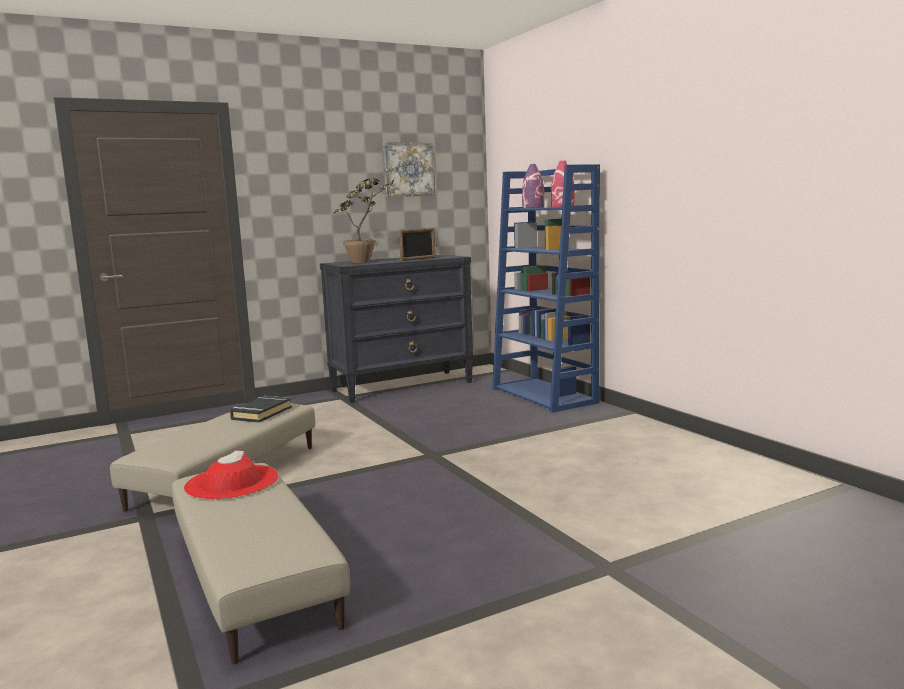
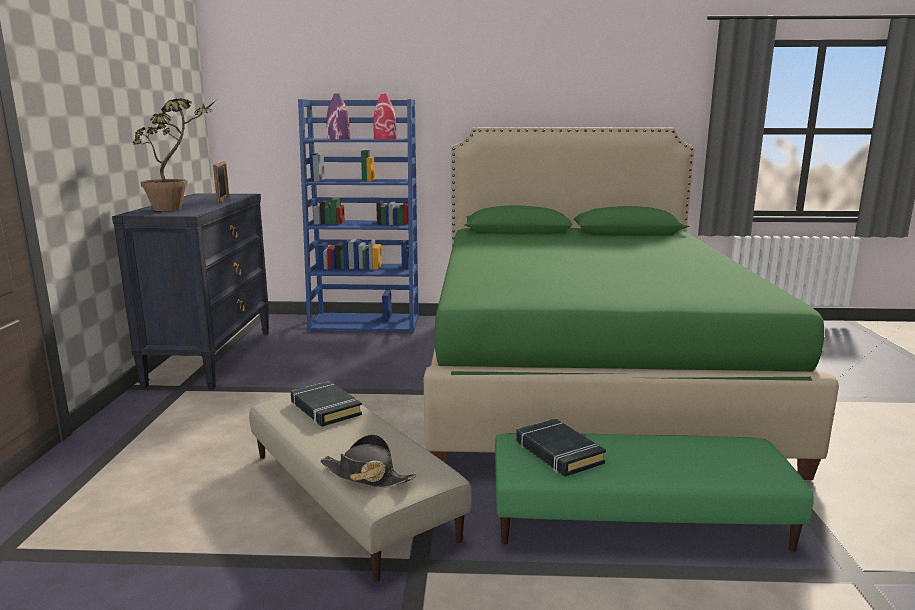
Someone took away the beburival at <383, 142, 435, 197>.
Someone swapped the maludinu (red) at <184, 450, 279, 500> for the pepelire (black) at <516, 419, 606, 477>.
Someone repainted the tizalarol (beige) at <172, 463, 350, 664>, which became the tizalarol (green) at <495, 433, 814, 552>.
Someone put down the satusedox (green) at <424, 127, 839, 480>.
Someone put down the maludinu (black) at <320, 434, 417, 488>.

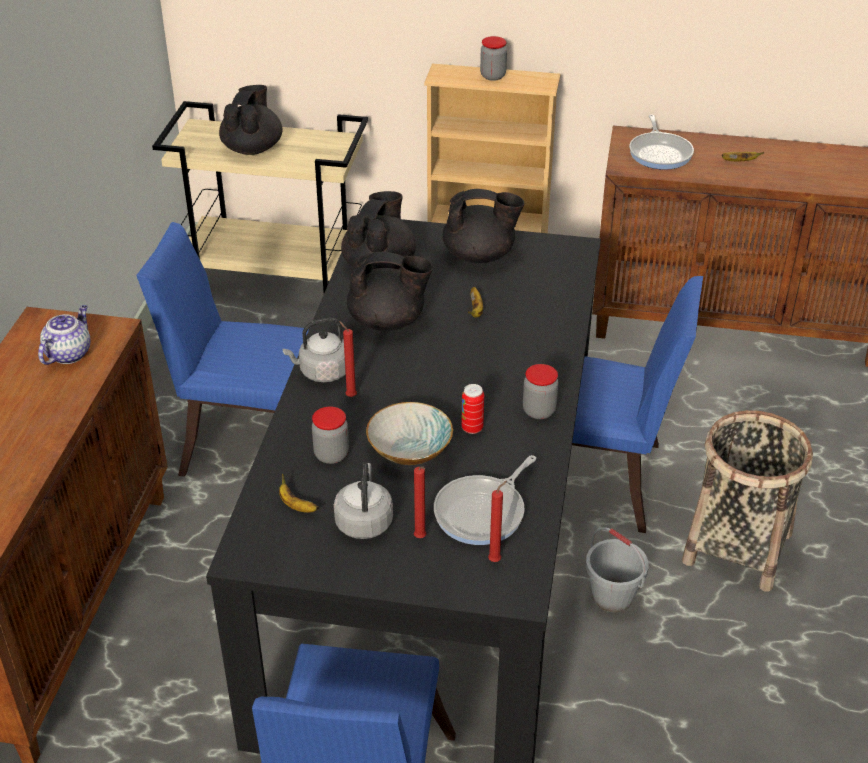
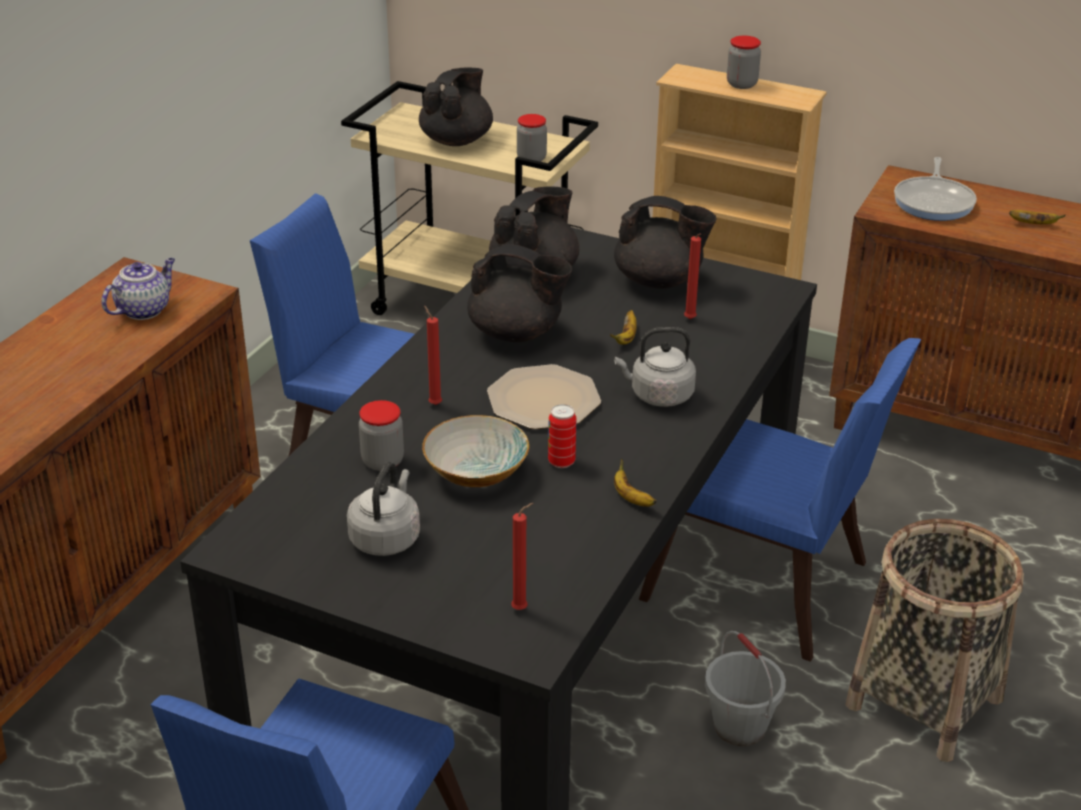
Someone carried the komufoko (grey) from <283, 318, 346, 382> to <614, 327, 696, 407>.
Someone carried the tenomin from <523, 364, 559, 419> to <517, 114, 547, 162>.
Someone took away the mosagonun at <434, 455, 536, 545>.
Someone carried the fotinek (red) from <414, 466, 426, 538> to <684, 234, 701, 319>.
Someone carried the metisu from <279, 474, 319, 513> to <614, 459, 657, 507>.
Someone put down the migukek at <487, 364, 601, 429>.

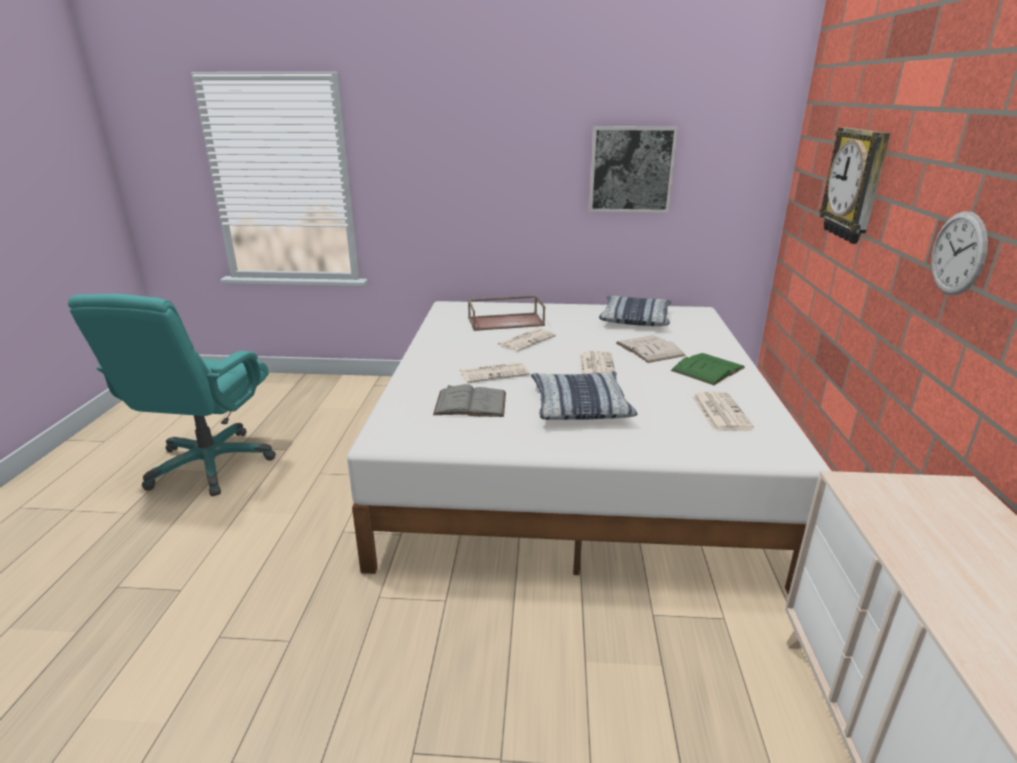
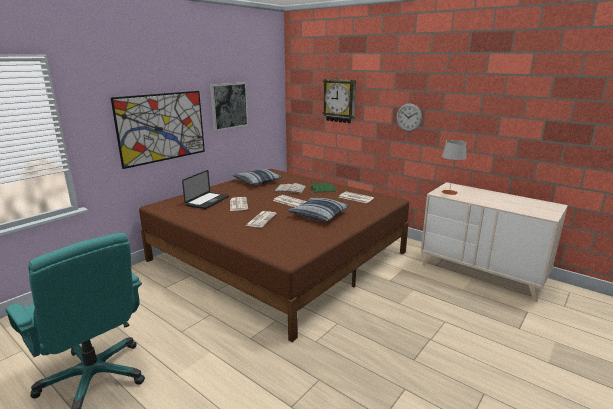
Someone swapped the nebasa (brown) at <468, 295, 545, 331> for the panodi at <182, 170, 229, 209>.
Someone repainted the satusedox (white) at <347, 301, 831, 594>, which became the satusedox (brown) at <139, 169, 409, 342>.
Someone took away the pepelire (grey) at <433, 384, 506, 417>.
Someone put up the beburival at <111, 91, 205, 169>.
Someone put down the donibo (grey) at <442, 140, 466, 195>.

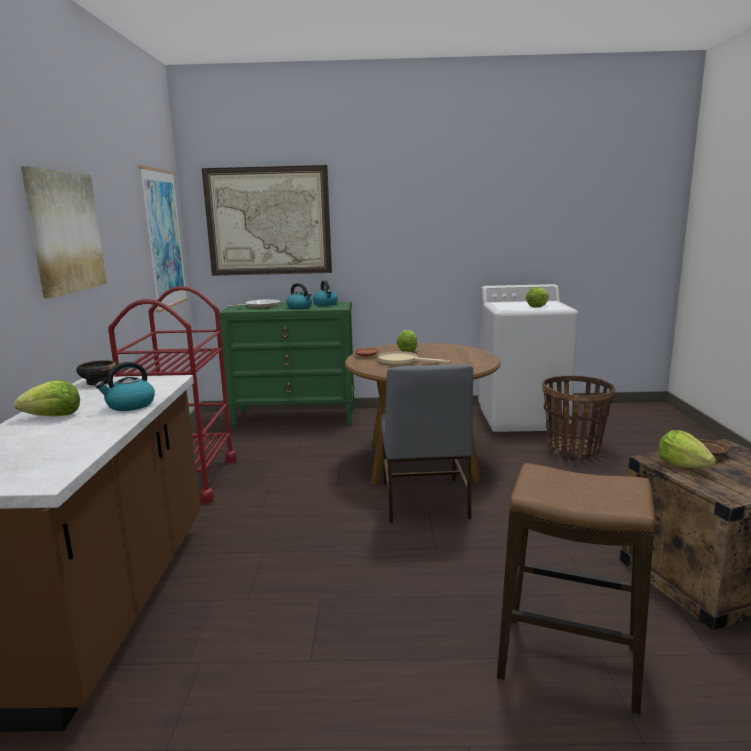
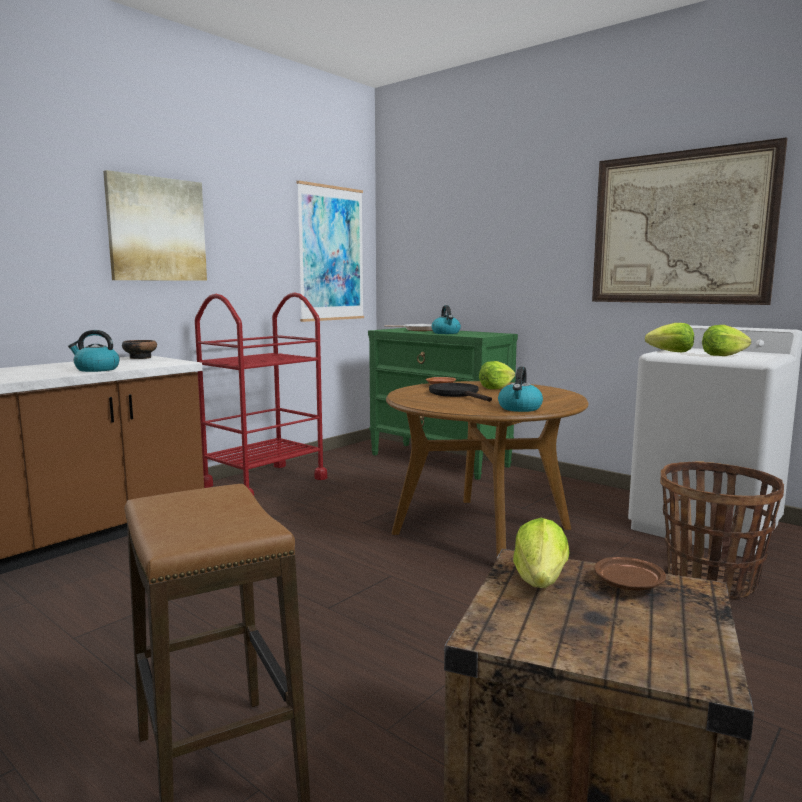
Someone carried the beburival from <202, 165, 332, 276> to <592, 137, 787, 305>.
Someone carried the komufoko from <313, 280, 338, 306> to <498, 367, 543, 412>.
Someone repainted the mosagonun (beige) at <378, 351, 450, 365>, which became the mosagonun (black) at <429, 383, 492, 402>.
Someone took away the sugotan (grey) at <381, 364, 473, 523>.
Someone carried the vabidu from <14, 380, 80, 417> to <645, 323, 694, 352>.

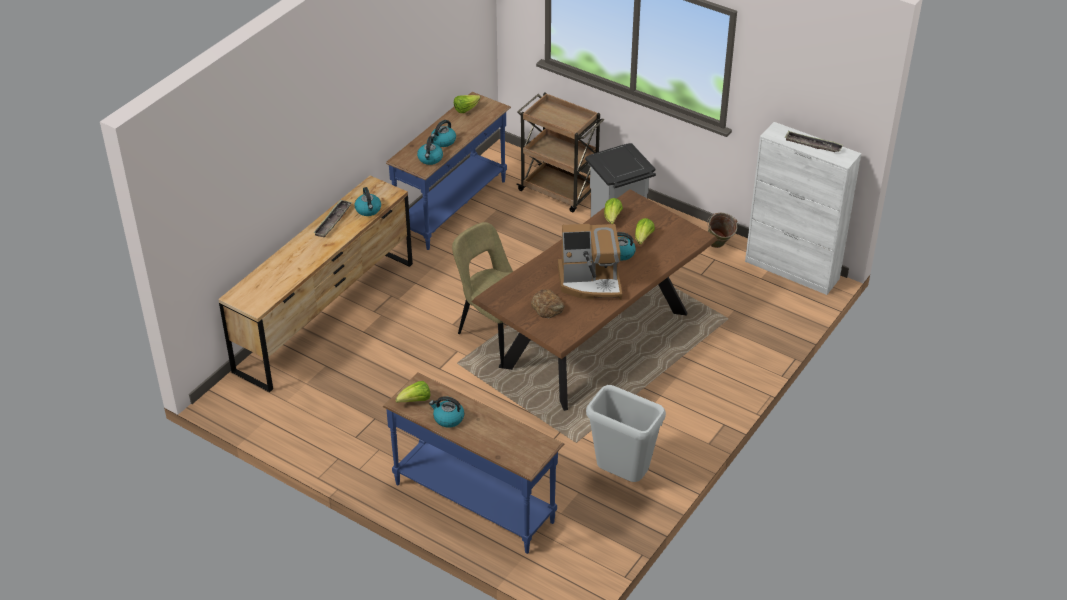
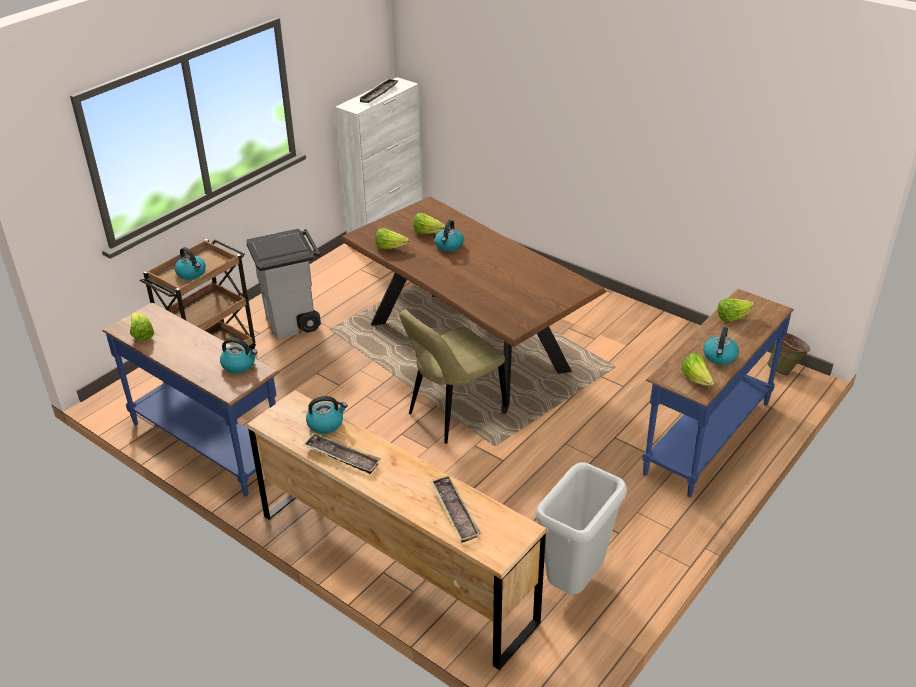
Someone carried the komufoko from <431, 120, 456, 147> to <175, 247, 206, 280>.
Someone carried the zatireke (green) from <707, 213, 737, 248> to <767, 333, 810, 376>.
Someone took away the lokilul at <558, 224, 622, 300>.
Someone took away the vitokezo at <531, 289, 565, 318>.
Someone carried the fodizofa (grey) from <586, 385, 666, 482> to <536, 462, 627, 594>.
Someone put down the vabidu at <717, 299, 754, 322>.
Someone put down the nebasa at <430, 475, 481, 543>.

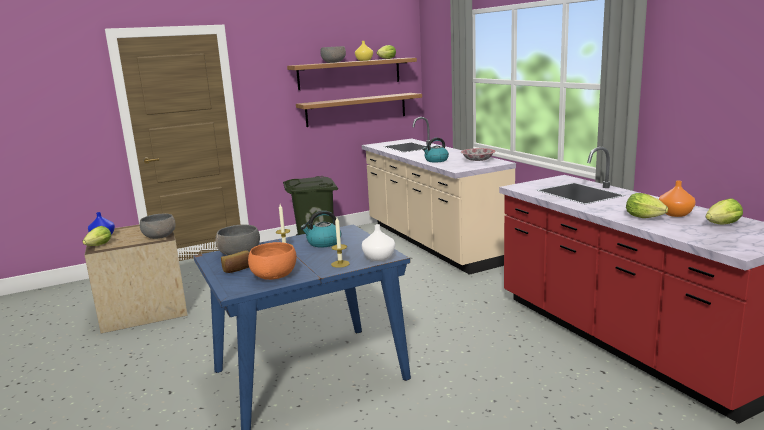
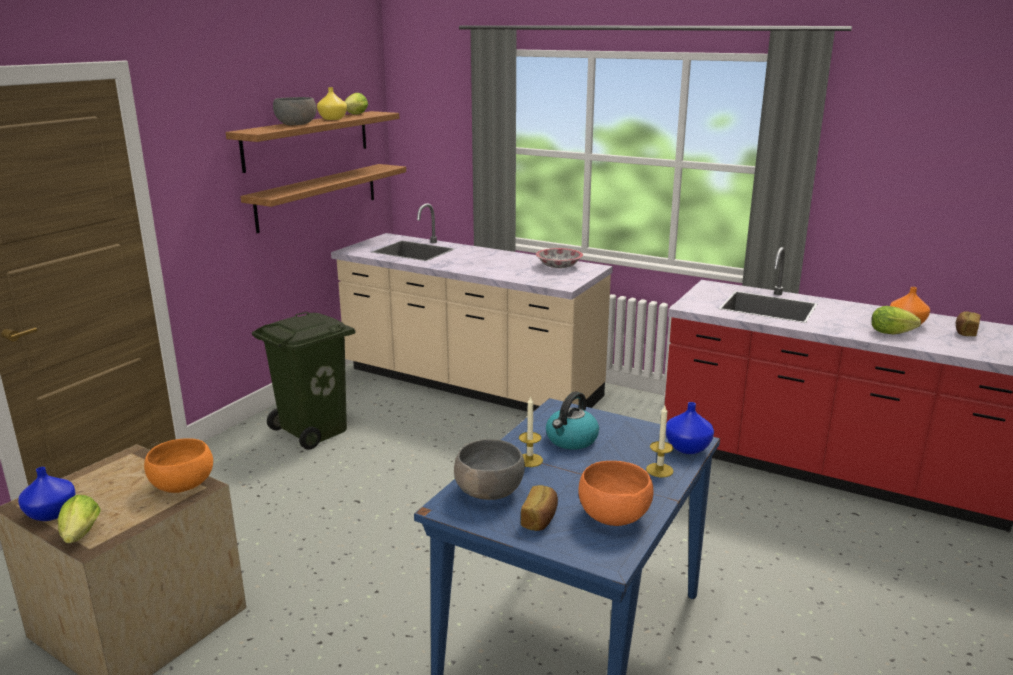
Someone took away the komufoko at <423, 138, 449, 162>.
Someone swapped the vabidu at <706, 198, 743, 224> for the vitokezo at <956, 312, 981, 336>.
Someone repainted the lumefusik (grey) at <140, 214, 175, 239>, which became the lumefusik (orange) at <144, 438, 213, 493>.
Someone repainted the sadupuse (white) at <362, 224, 395, 261>, which became the sadupuse (blue) at <666, 402, 714, 454>.

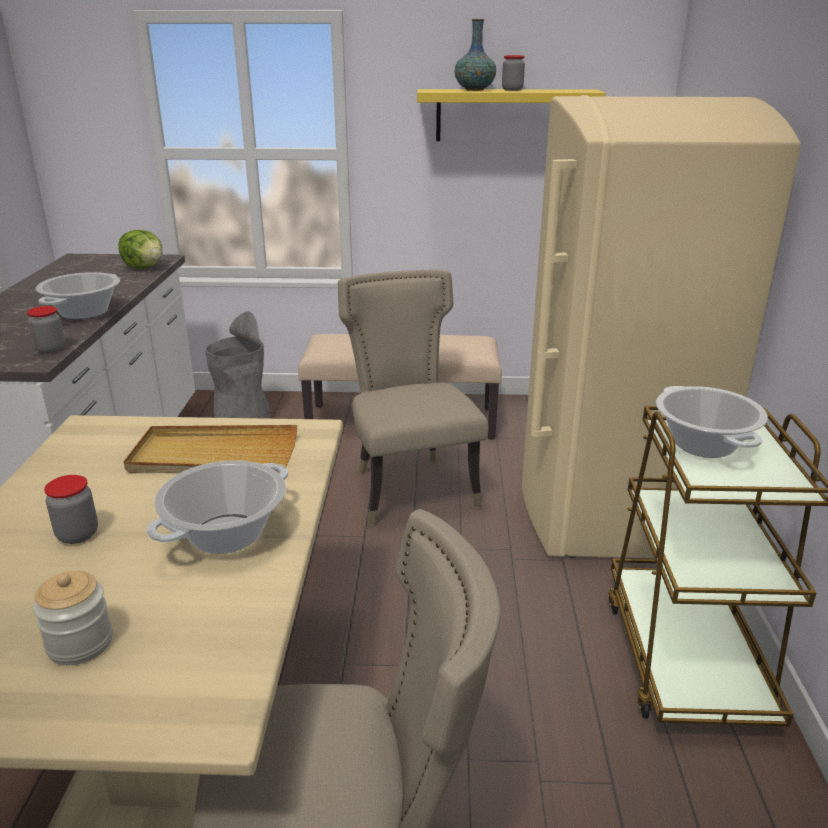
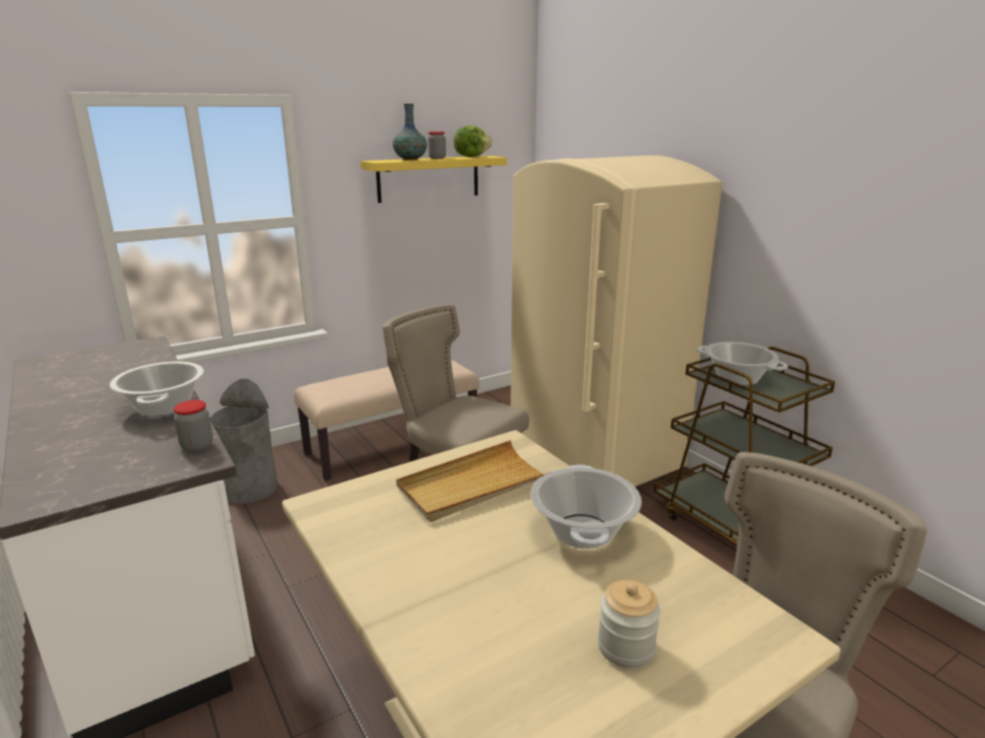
Someone carried the vabidu from <118, 230, 163, 269> to <454, 126, 492, 157>.
Someone took away the tenomin at <44, 475, 98, 544>.

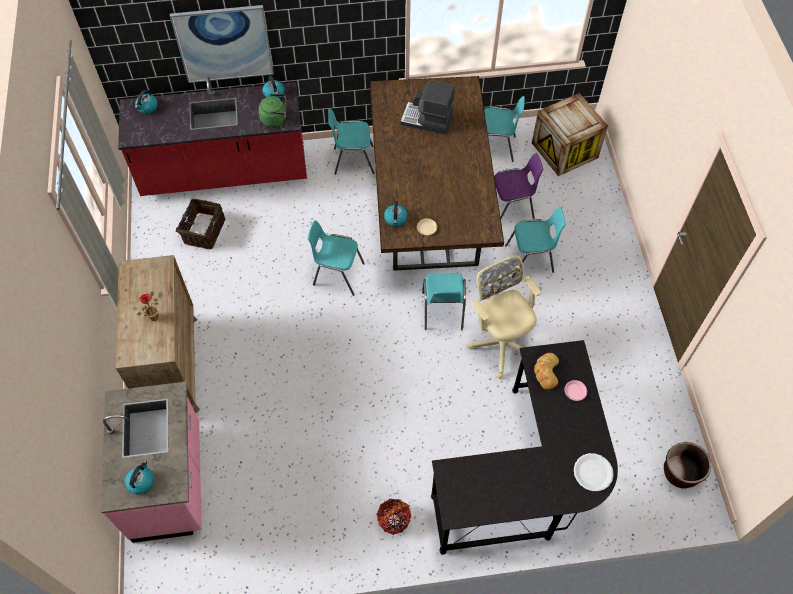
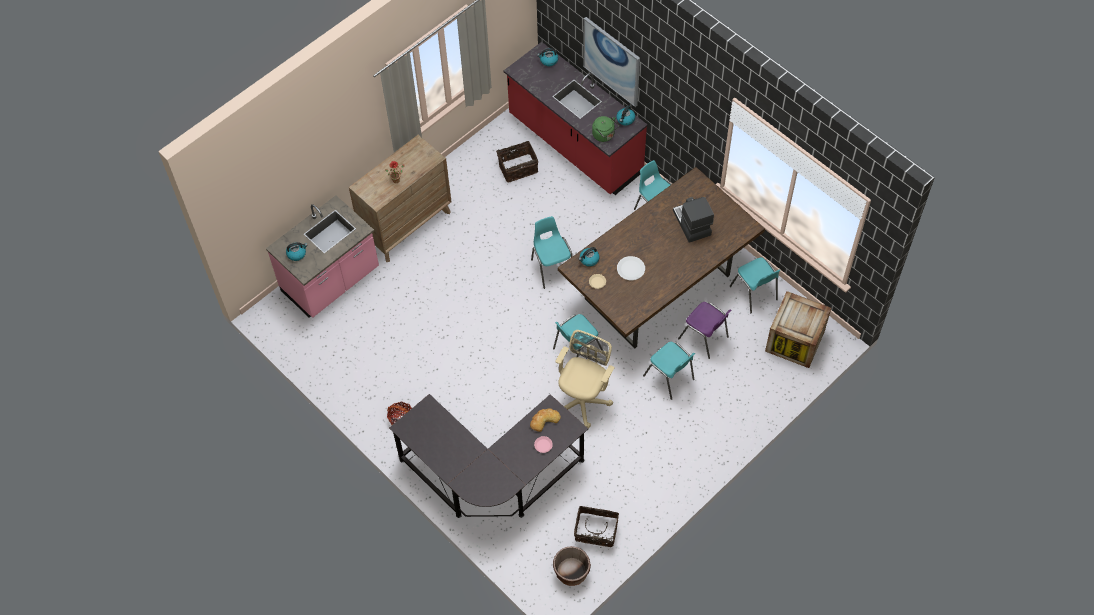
Someone carried the migukek (white) from <574, 453, 614, 491> to <617, 256, 645, 280>.
Someone put down the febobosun at <574, 506, 619, 547>.

